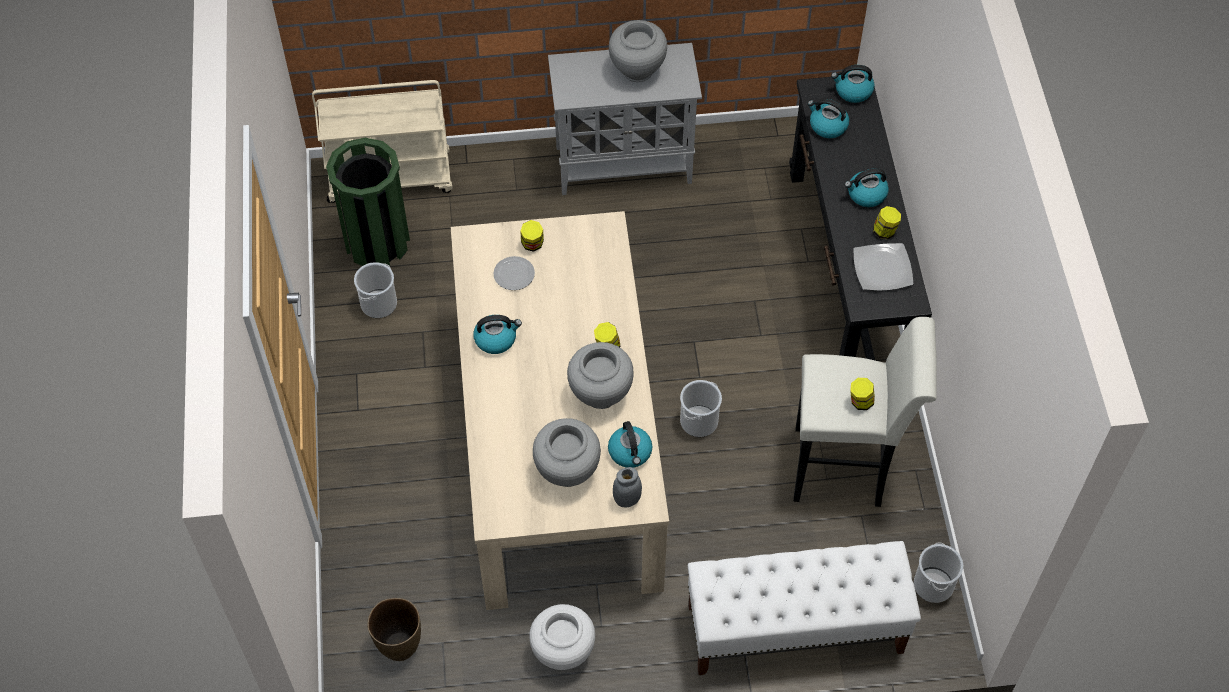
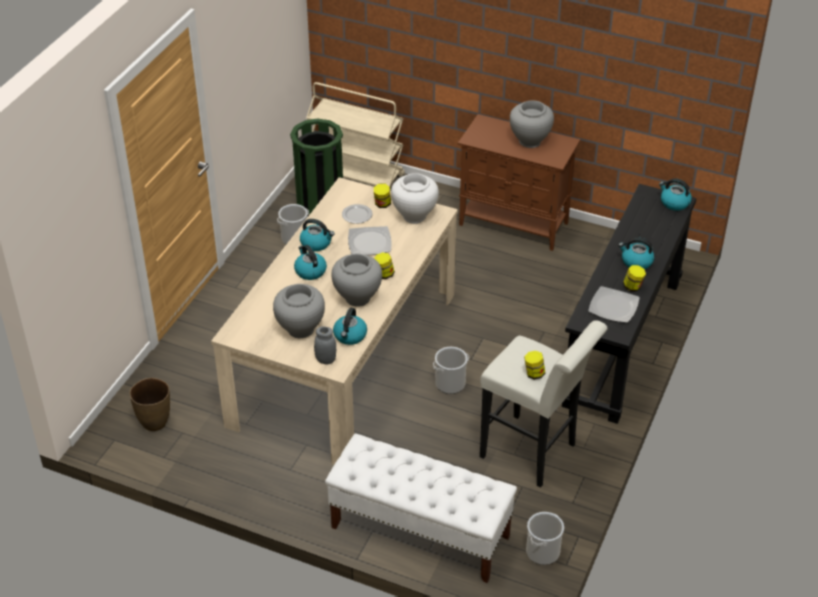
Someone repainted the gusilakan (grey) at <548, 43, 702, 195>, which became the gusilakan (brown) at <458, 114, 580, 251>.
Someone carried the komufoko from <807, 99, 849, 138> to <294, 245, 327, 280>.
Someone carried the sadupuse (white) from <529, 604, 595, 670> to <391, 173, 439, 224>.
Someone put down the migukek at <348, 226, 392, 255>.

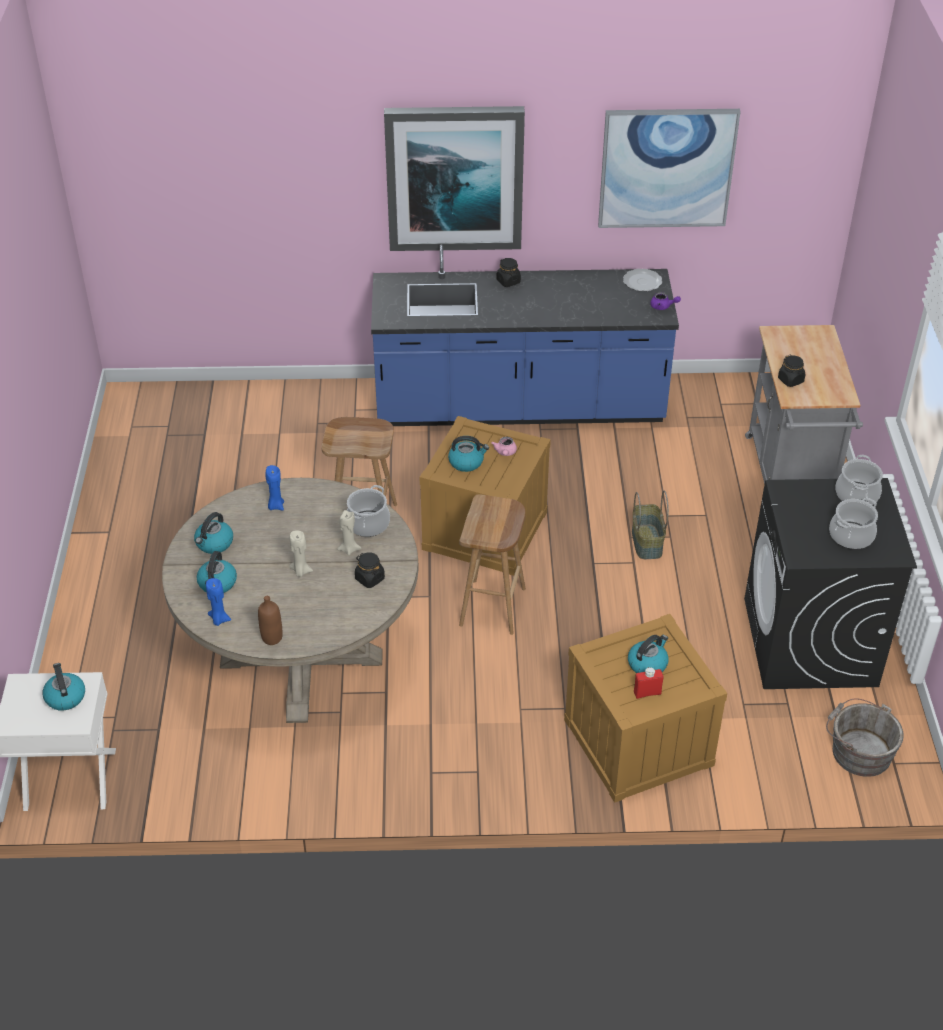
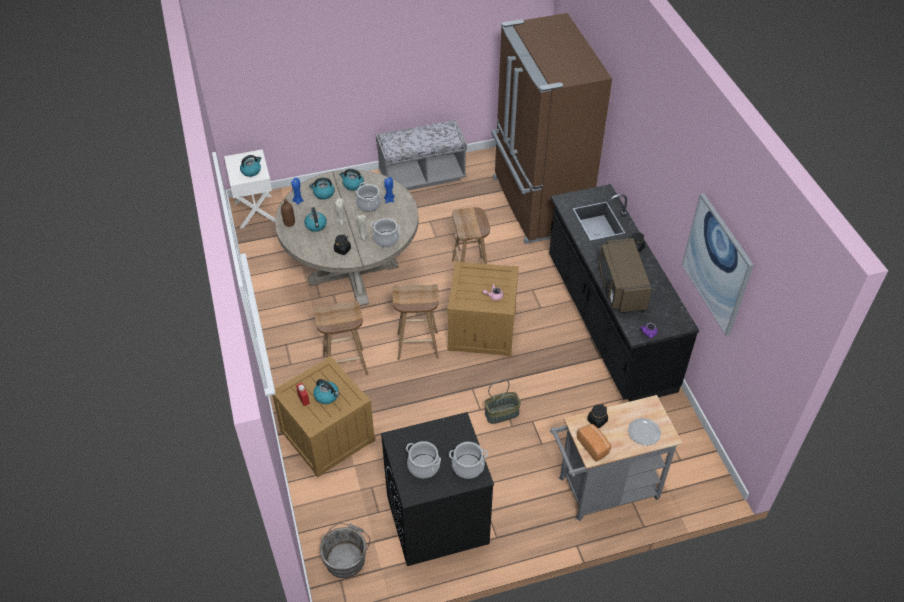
Someone took away the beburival at <384, 106, 525, 251>.
Someone repainted the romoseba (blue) at <371, 244, 679, 426>, which became the romoseba (black) at <549, 184, 699, 402>.
Someone carried the migukek from <623, 269, 662, 291> to <628, 418, 661, 446>.
Someone carried the komufoko from <448, 436, 489, 472> to <304, 207, 327, 232>.
Someone put down the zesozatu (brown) at <491, 13, 612, 244>.
Someone put down the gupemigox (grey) at <376, 120, 467, 191>.
Someone put down the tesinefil at <356, 182, 381, 212>.
Someone put down the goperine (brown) at <598, 238, 652, 313>.
Someone put down the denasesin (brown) at <314, 301, 368, 375>.
Someone put down the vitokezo at <577, 424, 611, 462>.

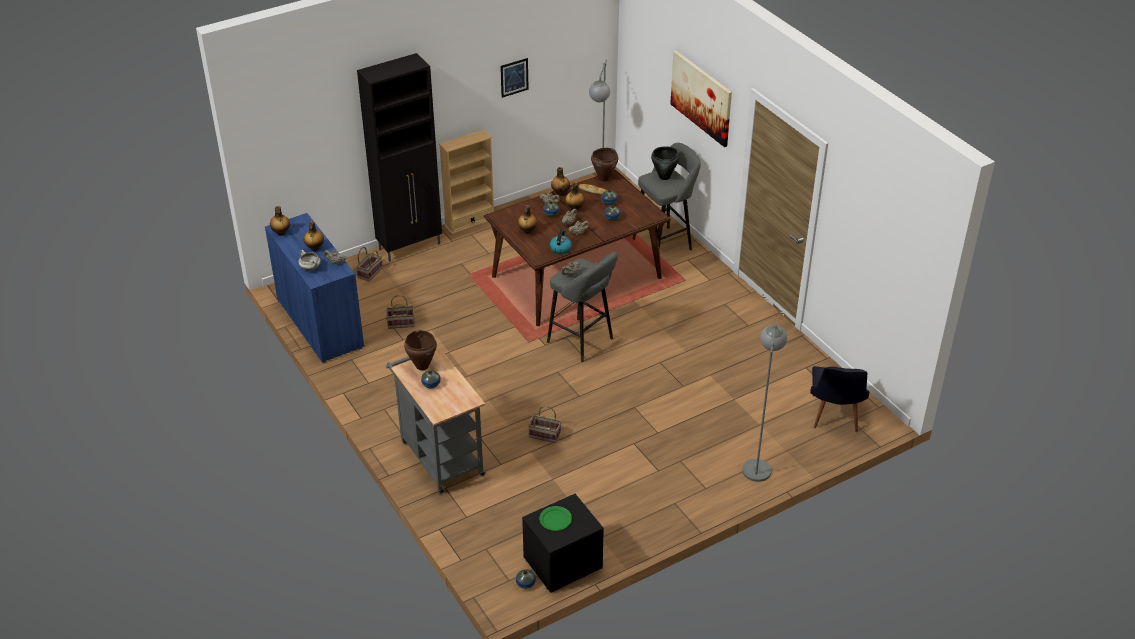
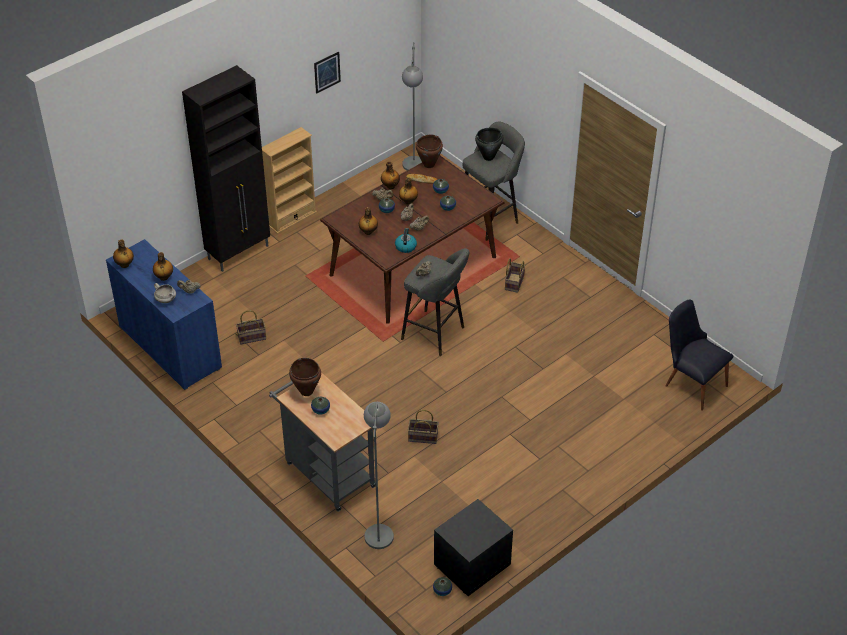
Someone took away the beburival at <670, 51, 732, 147>.
Someone carried the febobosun from <356, 247, 383, 282> to <505, 258, 525, 293>.
Someone carried the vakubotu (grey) from <742, 324, 787, 482> to <364, 402, 394, 549>.
Someone rotated the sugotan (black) at <810, 366, 869, 432> by 135 degrees clockwise.
Someone took away the migukek (green) at <539, 506, 572, 531>.

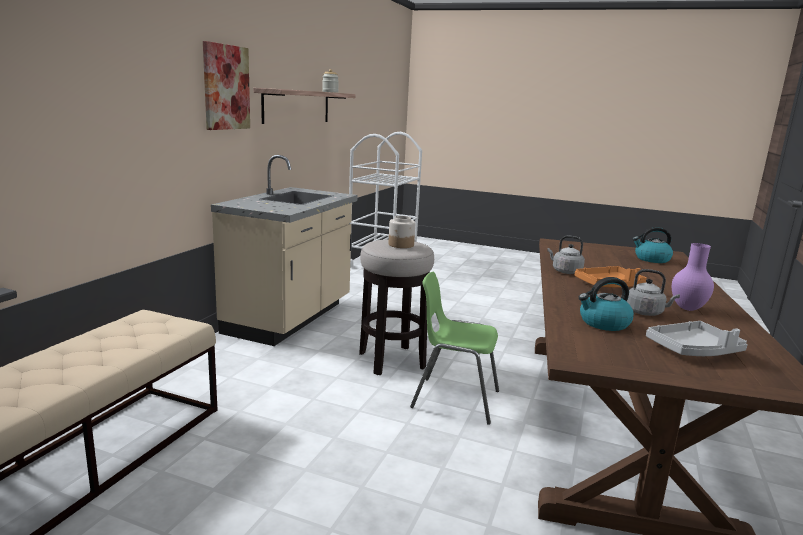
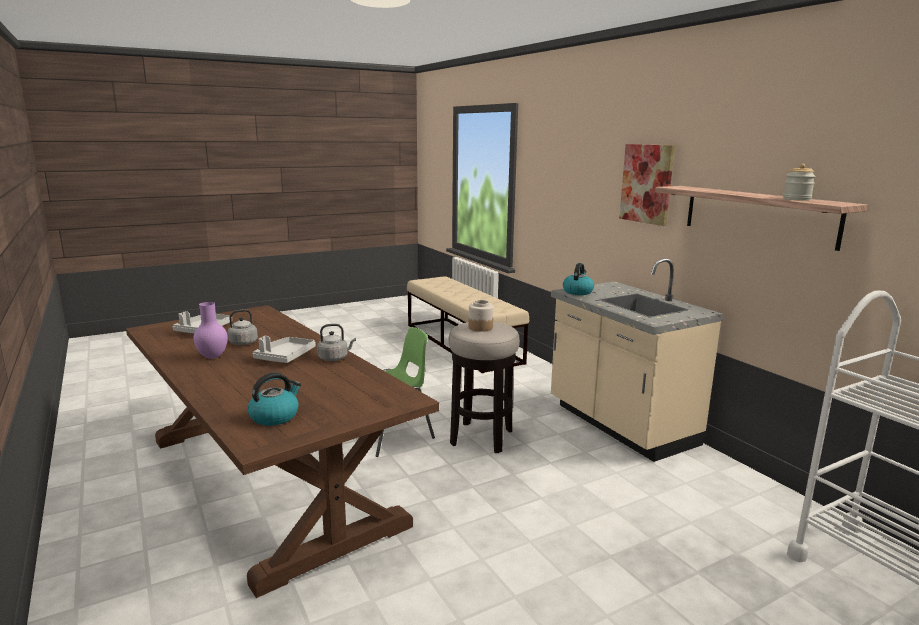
Someone repainted the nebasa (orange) at <575, 266, 647, 288>, which became the nebasa (grey) at <253, 336, 316, 363>.
Someone carried the komufoko from <579, 277, 634, 331> to <563, 263, 594, 295>.

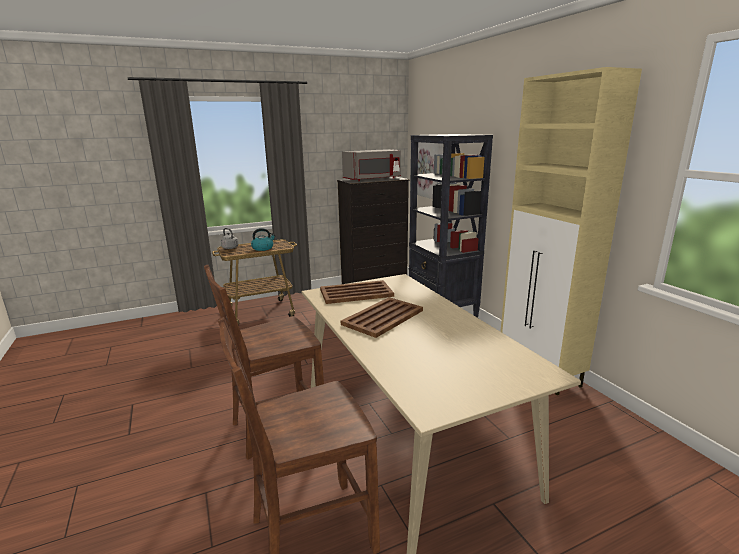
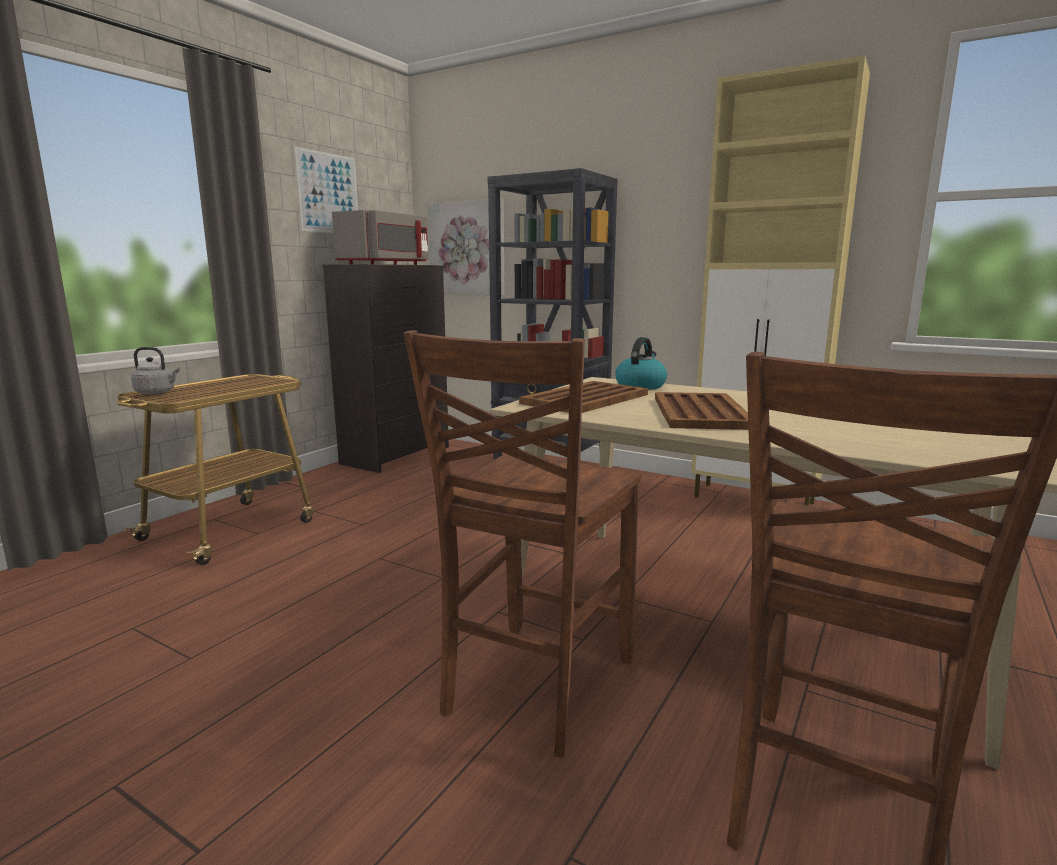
Someone carried the komufoko from <251, 228, 276, 251> to <615, 337, 667, 390>.
Someone put up the beburival at <294, 146, 358, 233>.

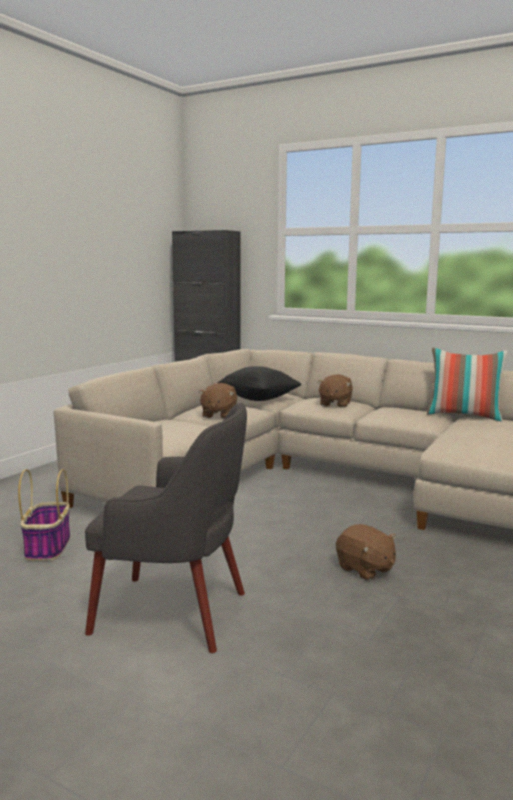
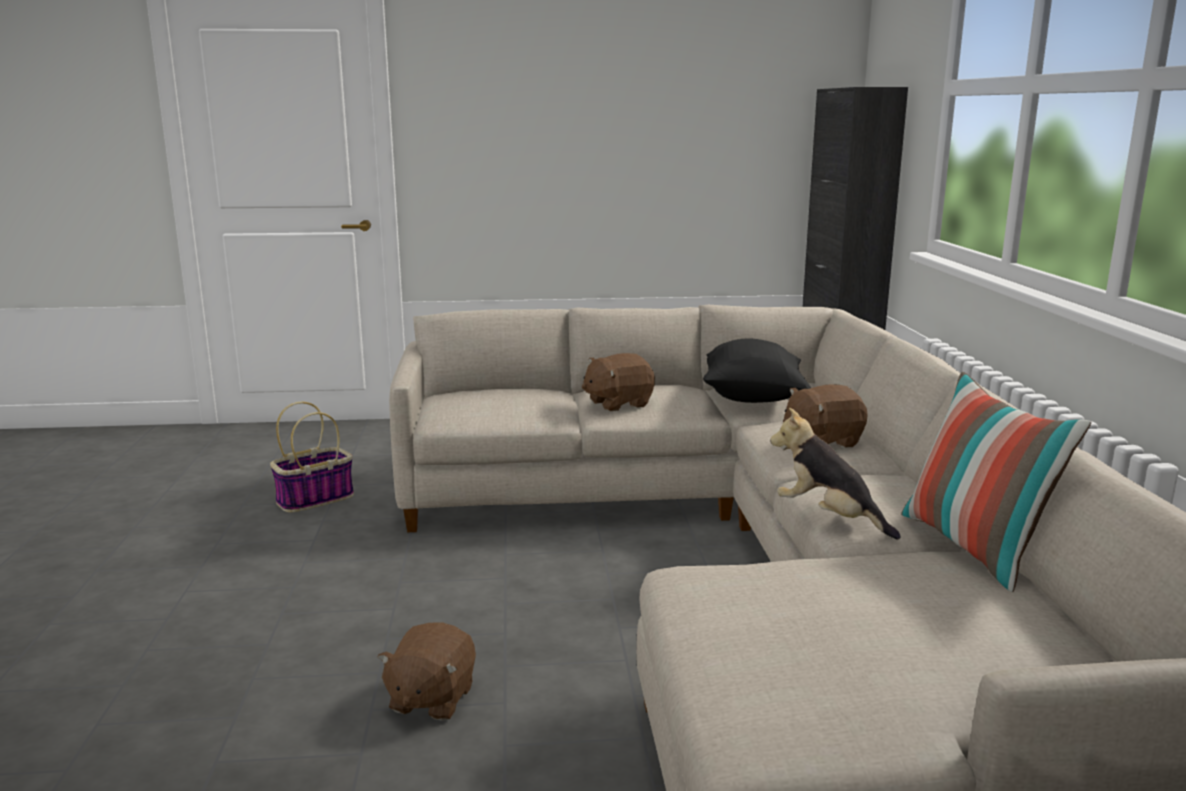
Someone took away the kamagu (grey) at <85, 403, 247, 653>.
Someone put down the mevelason at <770, 407, 901, 539>.

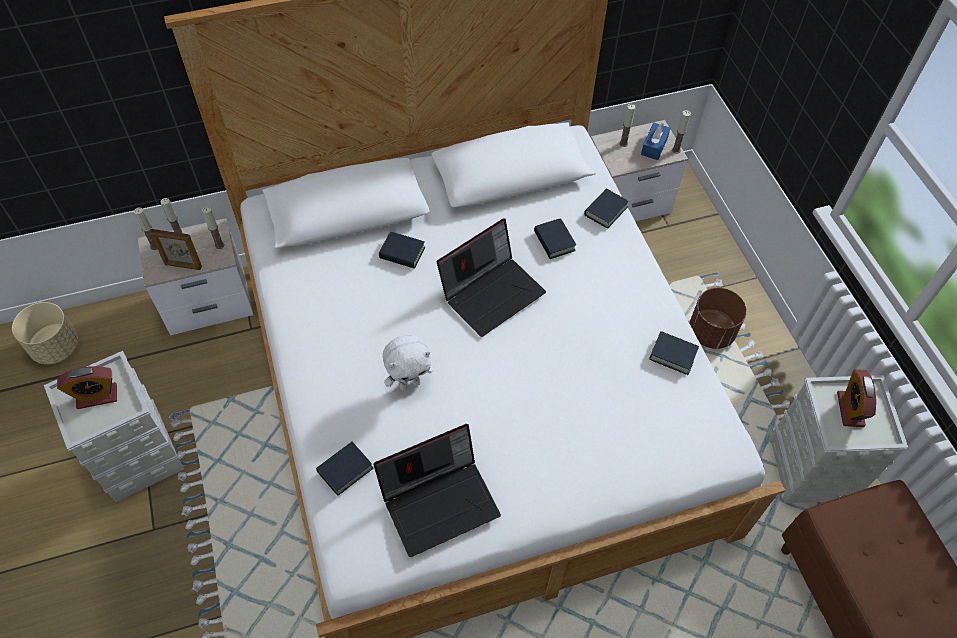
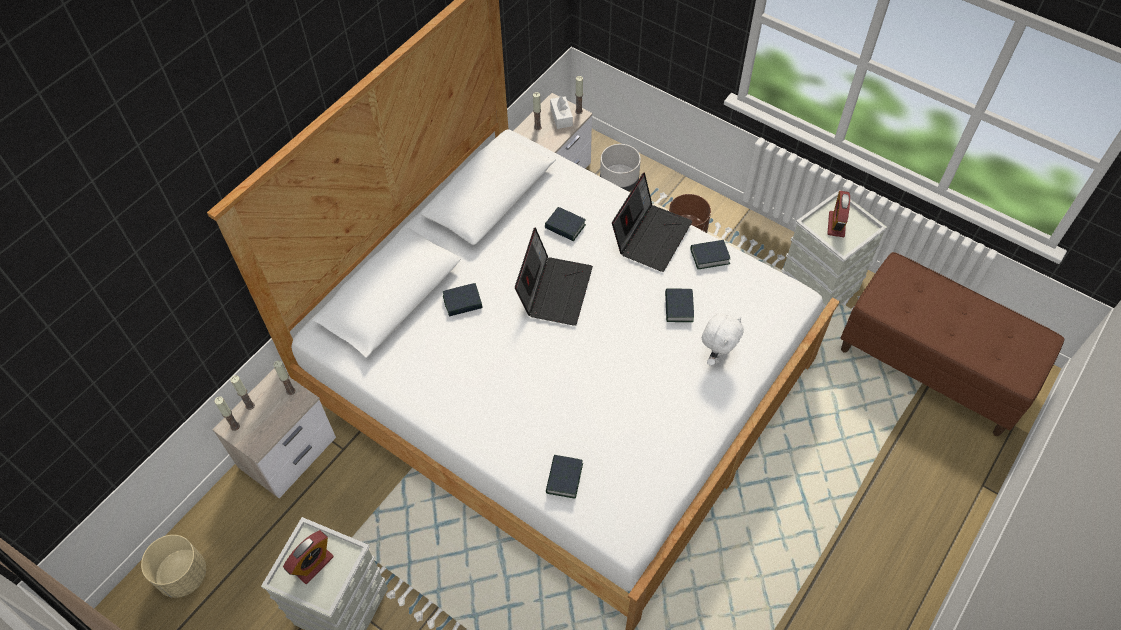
Someone repainted the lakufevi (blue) at <641, 123, 670, 160>, which became the lakufevi (white) at <550, 96, 573, 129>.
Someone carried the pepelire from <584, 188, 629, 229> to <665, 289, 694, 322>.
Someone took away the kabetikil at <150, 229, 202, 270>.
Someone carried the mevelason (white) from <383, 335, 433, 390> to <702, 313, 744, 366>.
Someone rotated the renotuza at <837, 369, 876, 427> by 45 degrees clockwise.
Someone carried the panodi from <374, 424, 501, 557> to <612, 172, 693, 272>.
Someone put down the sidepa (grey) at <600, 144, 641, 192>.

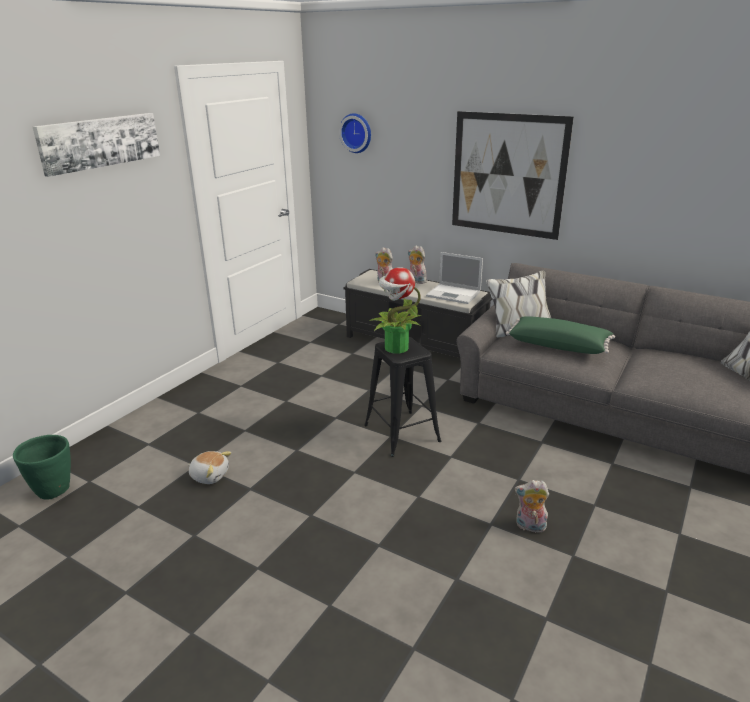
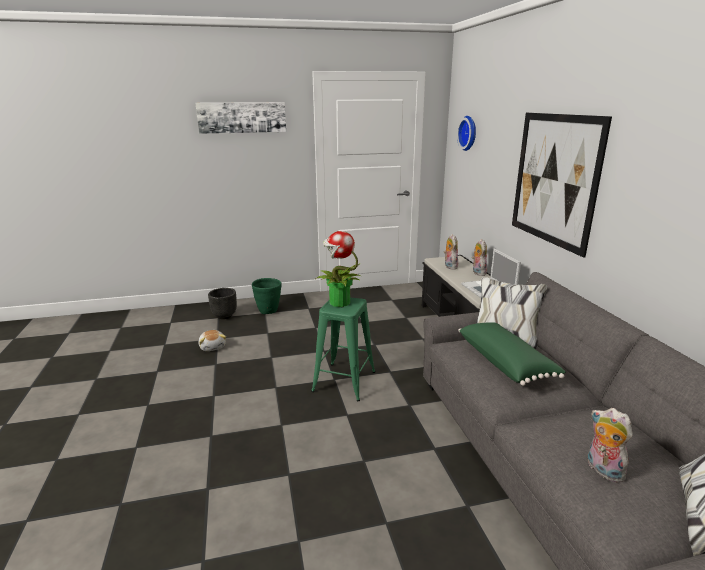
Someone repainted the denasesin (black) at <364, 337, 441, 457>, which became the denasesin (green) at <311, 297, 376, 401>.
Someone carried the sidepa (green) from <13, 435, 71, 499> to <252, 278, 282, 314>.
Someone carried the mevelason from <515, 480, 549, 533> to <588, 408, 633, 483>.
Someone put down the sidepa (black) at <208, 288, 237, 319>.

